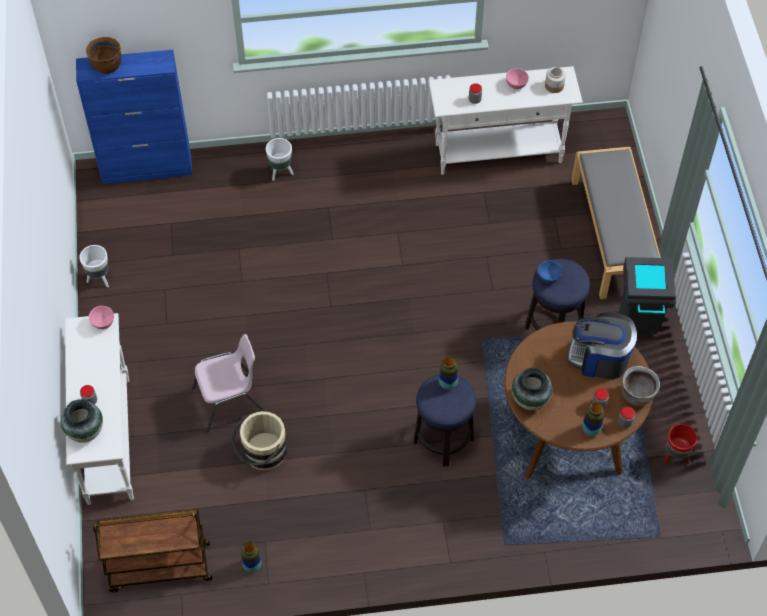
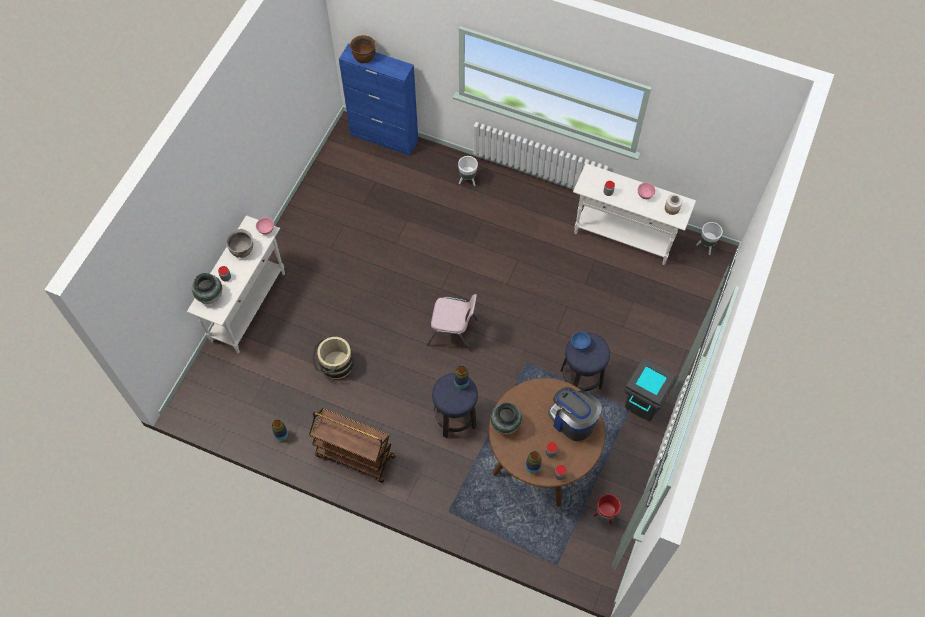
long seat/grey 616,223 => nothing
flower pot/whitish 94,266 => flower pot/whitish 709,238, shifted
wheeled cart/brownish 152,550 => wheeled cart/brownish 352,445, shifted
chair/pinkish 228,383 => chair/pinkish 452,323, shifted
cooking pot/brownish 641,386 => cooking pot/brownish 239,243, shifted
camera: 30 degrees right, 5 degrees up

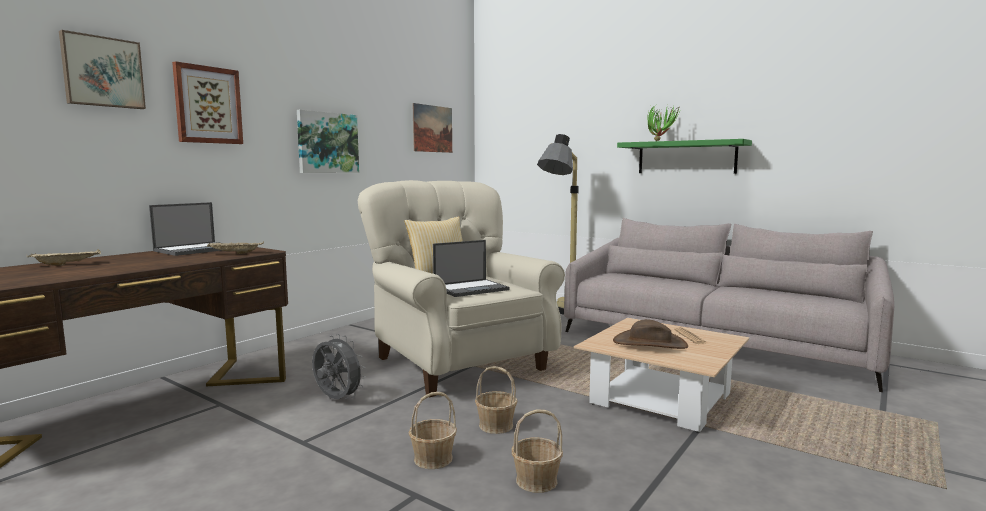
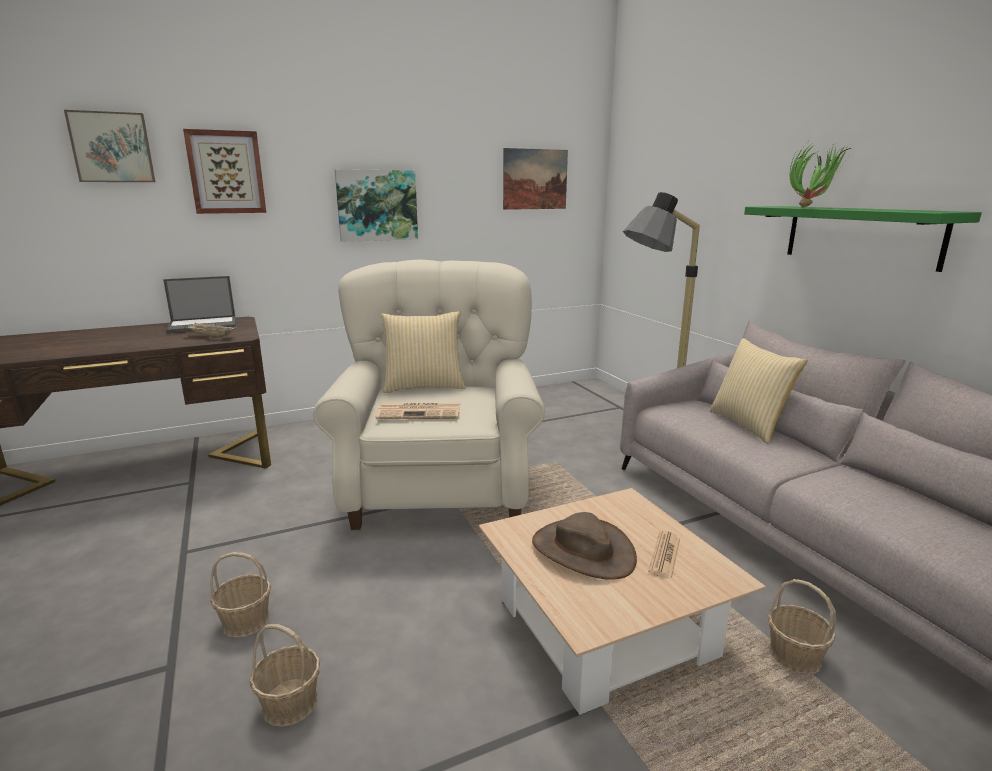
carrying tray/beige-coloured 64,257 => nothing
cooling fan/grey 339,366 => nothing
nothing => cushion 759,391
household basket 496,400 => household basket 802,627, shifted
portable computer 471,268 => printed paper 417,411
camera: 30 degrees right, 10 degrees up

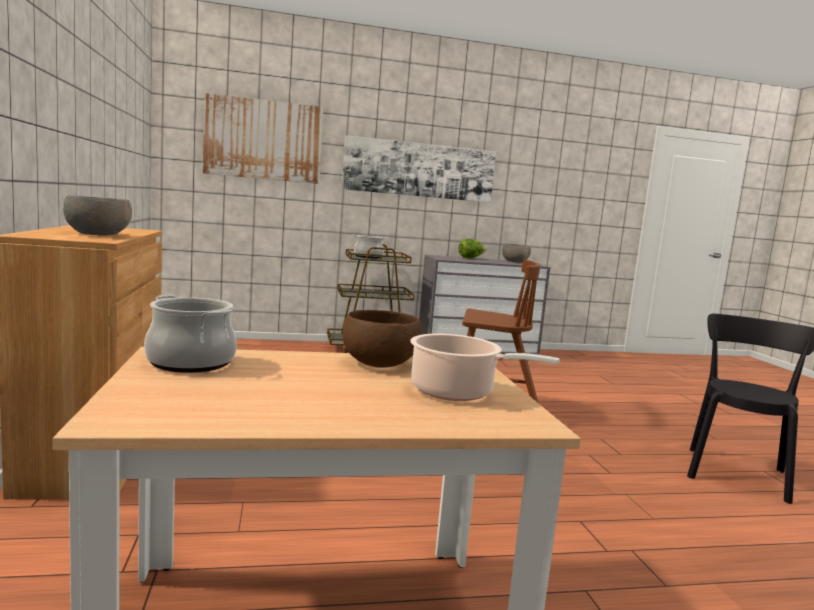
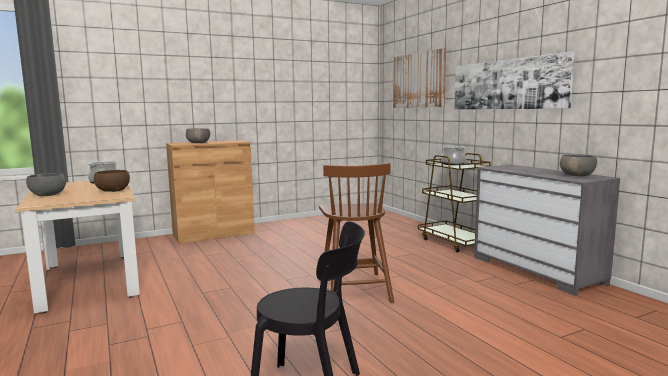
cooking pot 485,367 => nothing
head of lettuce 473,248 => nothing
nothing => serving bowl/grey 46,184
camera: 75 degrees right, 0 degrees up

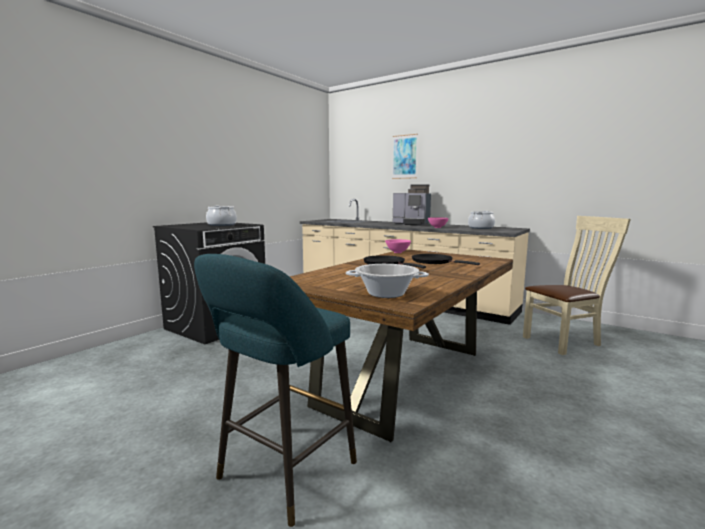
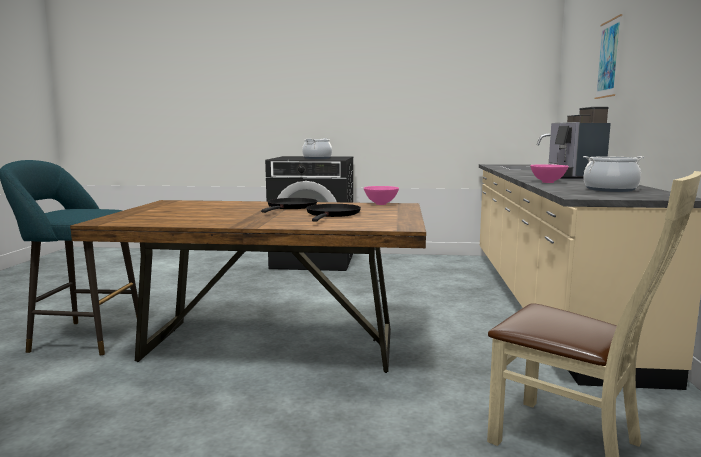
cooking pot 387,281 => nothing
camera: 60 degrees right, 0 degrees up

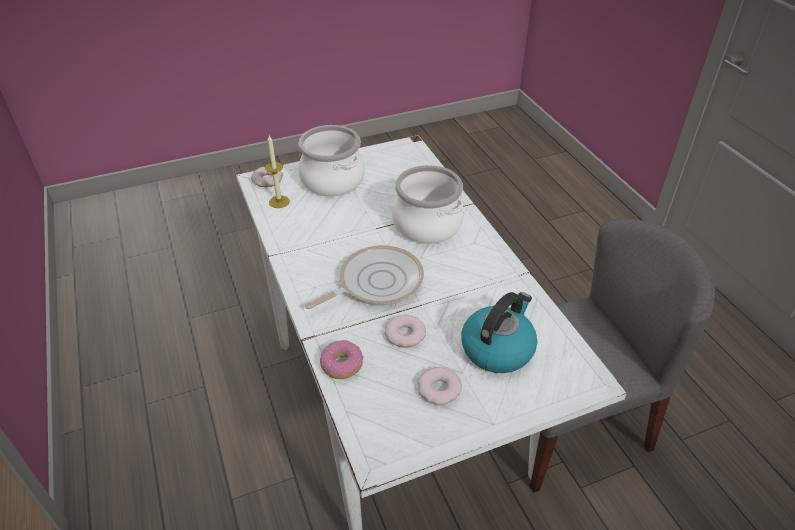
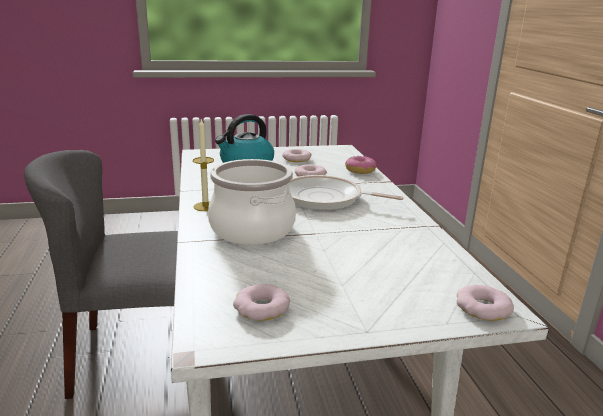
cooking pot 331,160 => nothing
nothing => ring doughnut 261,302
wax light 277,171 => wax light 203,165, shifted
pan 364,277 => pan 346,192, 45 degrees clockwise
camera: 170 degrees left, 20 degrees down

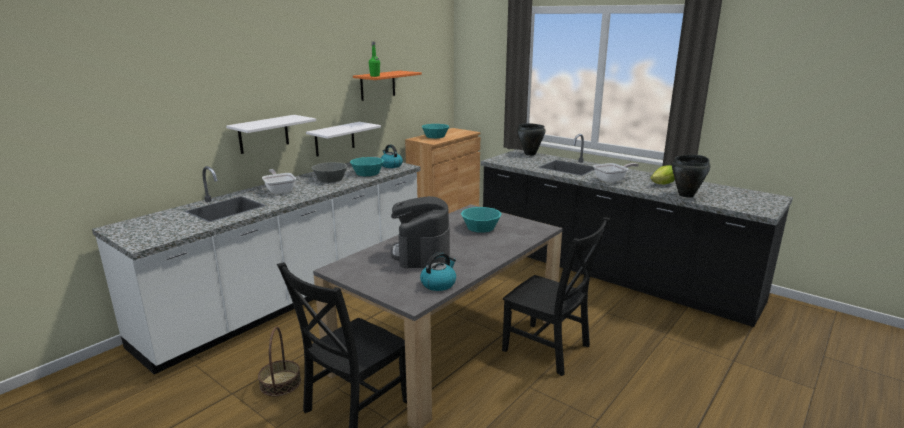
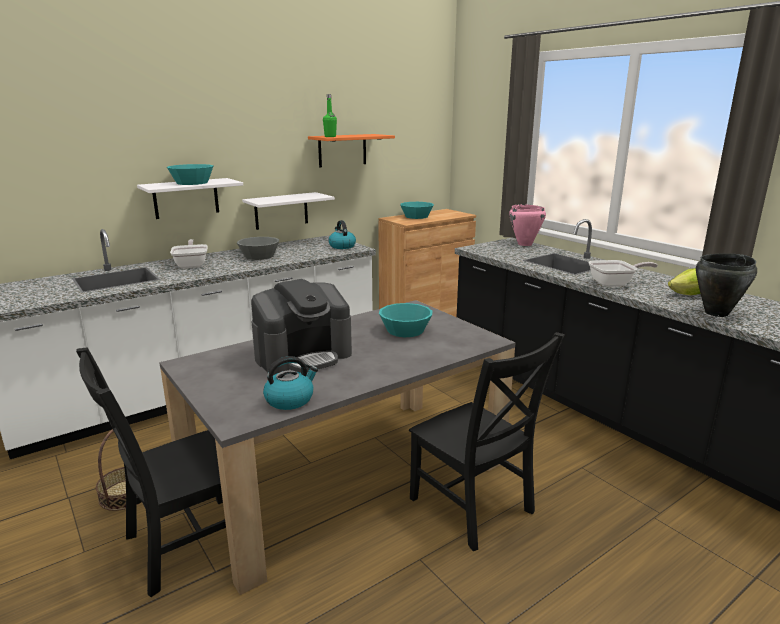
serving bowl/turquoise 367,166 => serving bowl/turquoise 190,174, shifted
cooking pot/black-coloured 531,139 => cooking pot/pinkish 527,225
coffee brewer 420,232 => coffee brewer 301,327, 135 degrees counterclockwise
camera: 15 degrees right, 0 degrees up

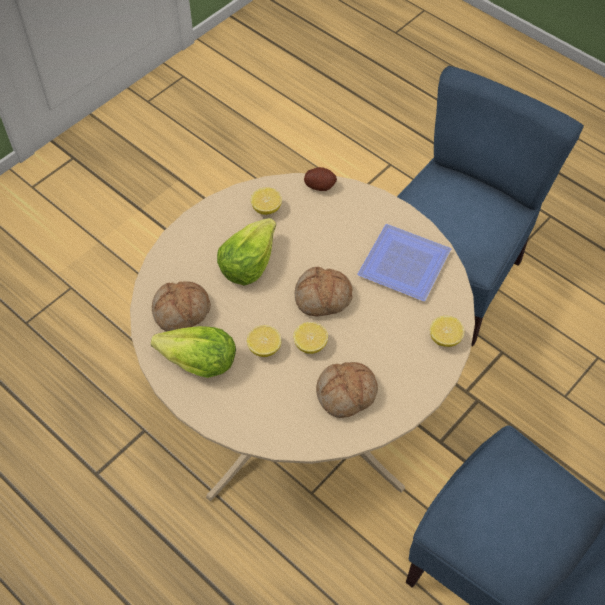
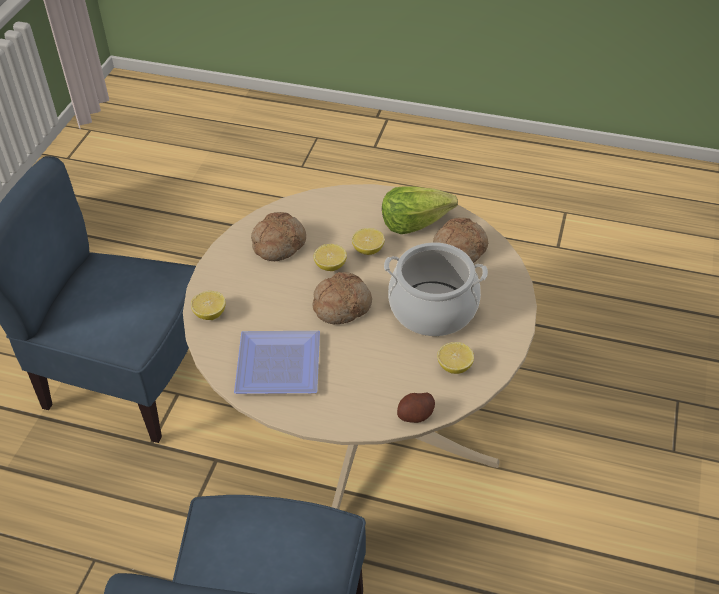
head of lettuce 246,252 => cooking pot 436,289
camera: 155 degrees right, 10 degrees down

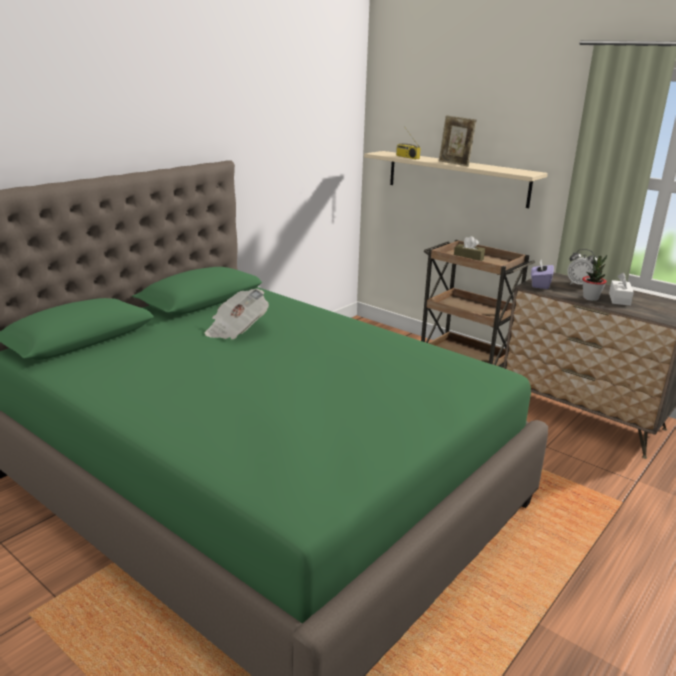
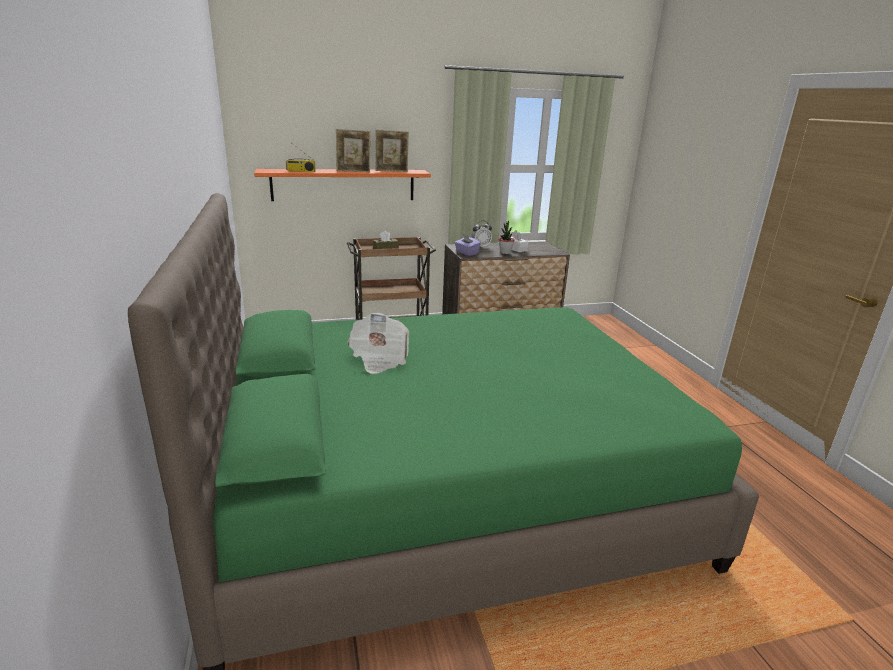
nothing => picture frame 392,151
bracket shelf/beige-coloured 456,179 => bracket shelf/orange-coloured 342,185
camera: 55 degrees left, 0 degrees up

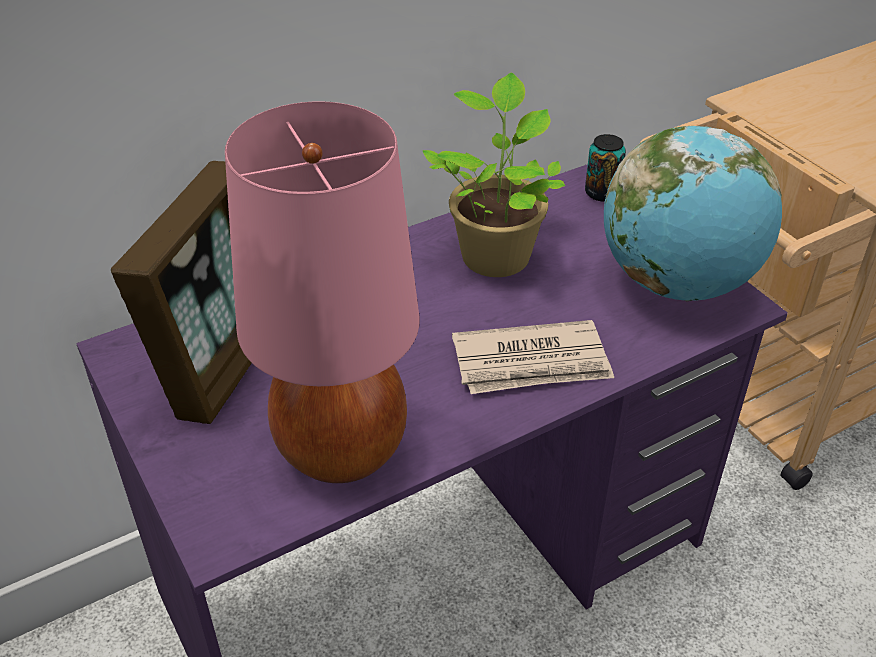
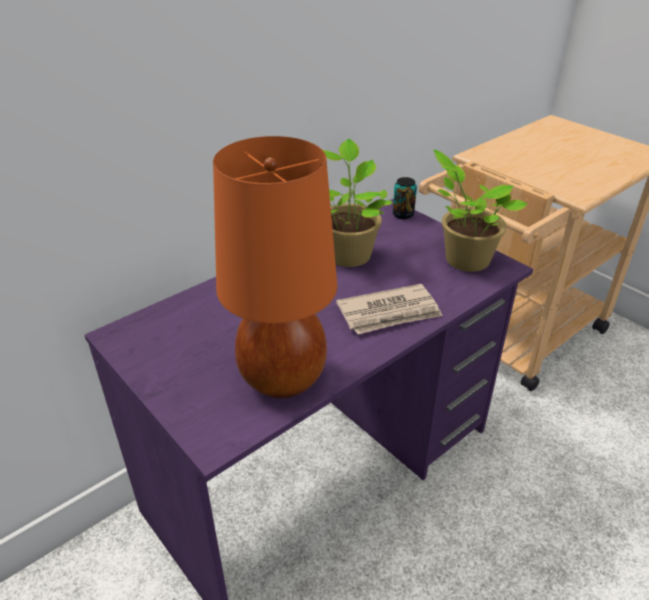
picture frame 181,292 => nothing
desk globe 693,213 => houseplant 480,211
tabletop lamp/pinkish 322,292 => tabletop lamp/orange-coloured 275,267
camera: 10 degrees left, 5 degrees down

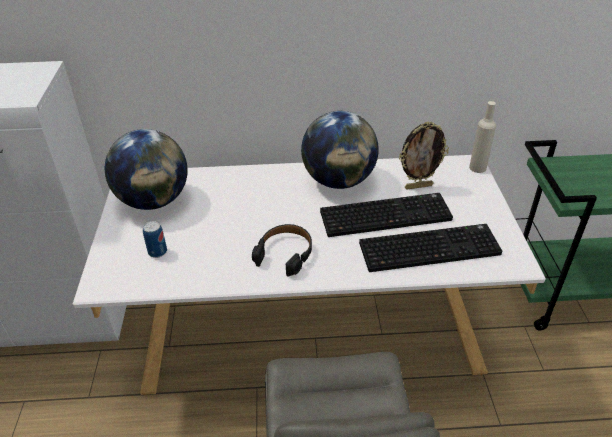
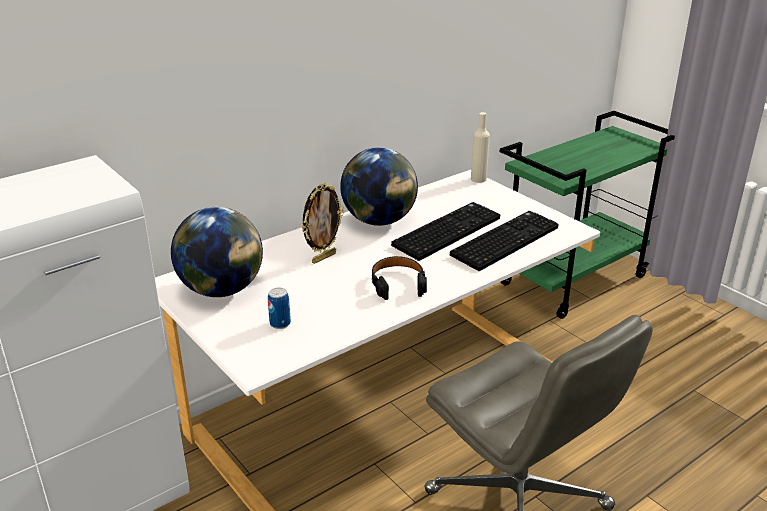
picture frame 424,155 => picture frame 323,223, shifted
camera: 35 degrees left, 10 degrees down

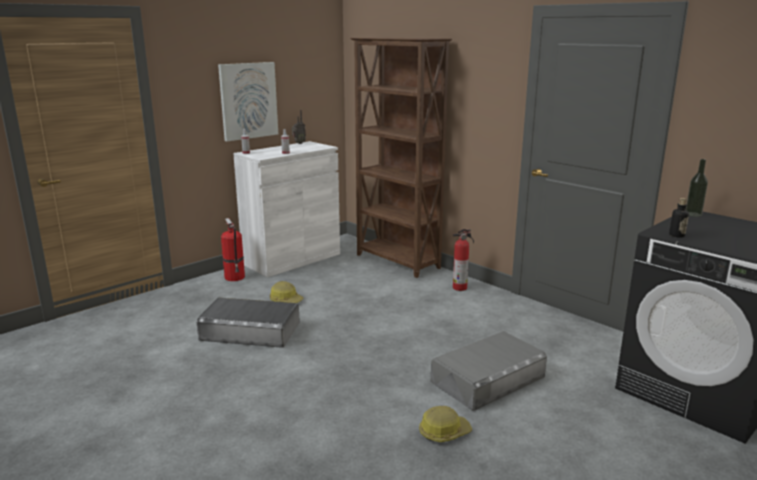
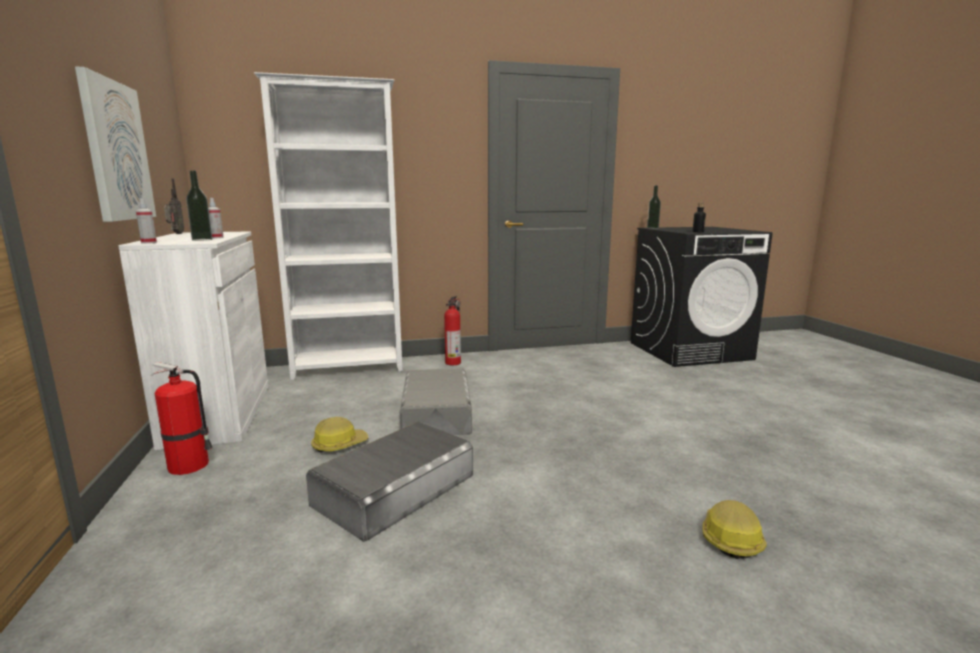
nothing => beverage bottle 199,205
safety helmet 445,424 => safety helmet 734,529, shifted
storage container/grey 489,371 => storage container/grey 436,401, shifted
bookcase/brownish 401,157 => bookcase/whitish 328,226
camera: 60 degrees left, 5 degrees down

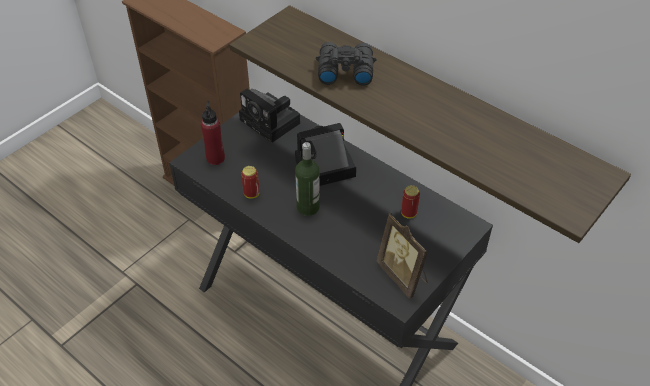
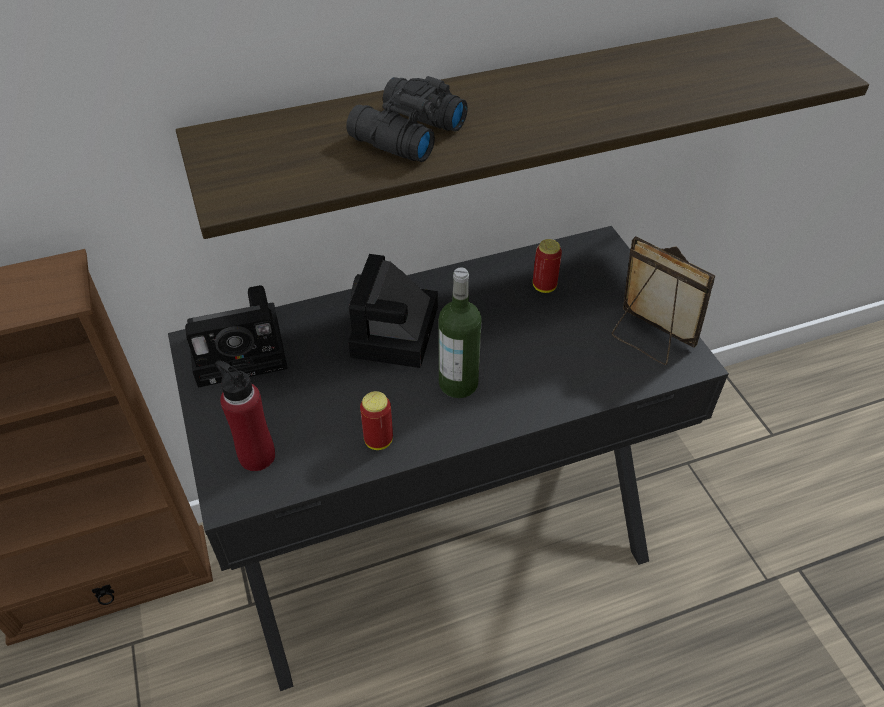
picture frame 402,256 => picture frame 663,300, 135 degrees counterclockwise
camera: 60 degrees left, 0 degrees up

